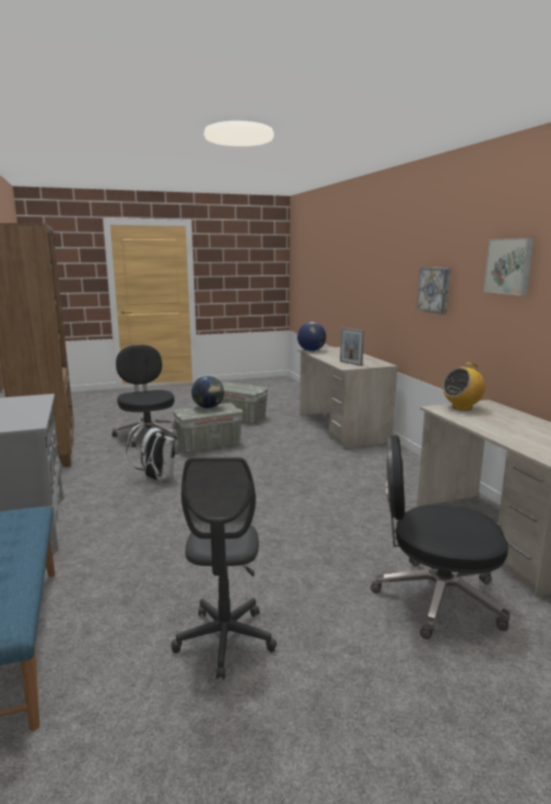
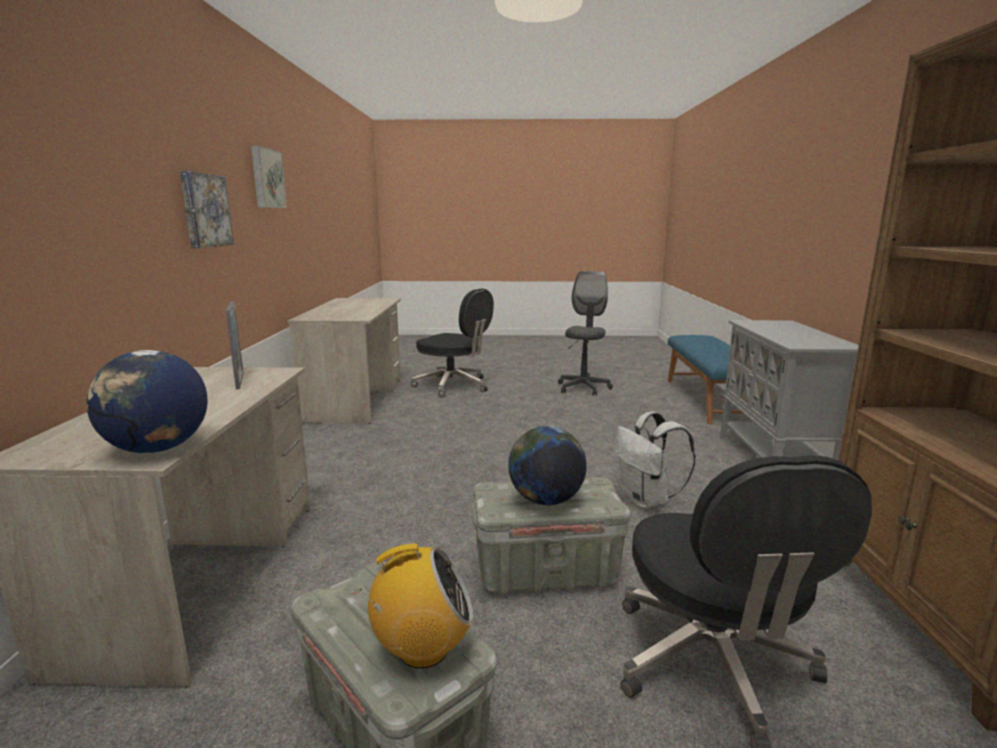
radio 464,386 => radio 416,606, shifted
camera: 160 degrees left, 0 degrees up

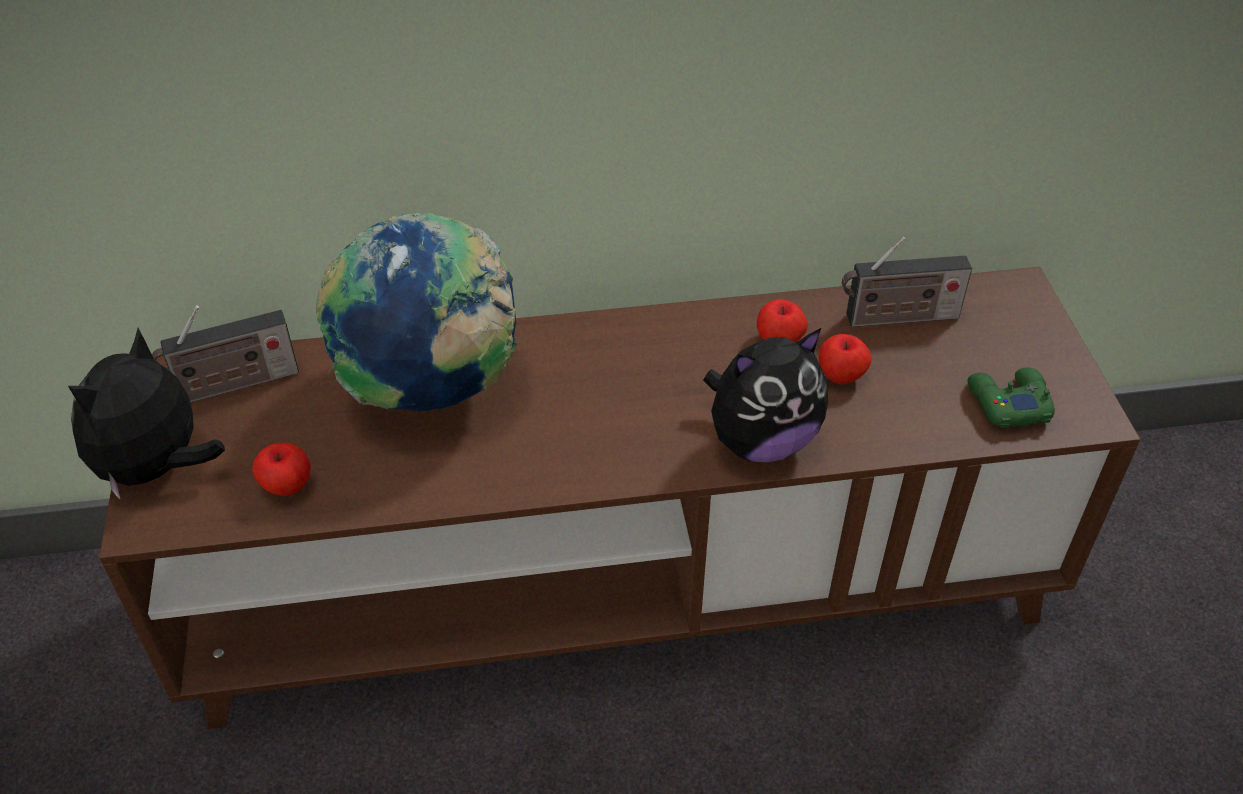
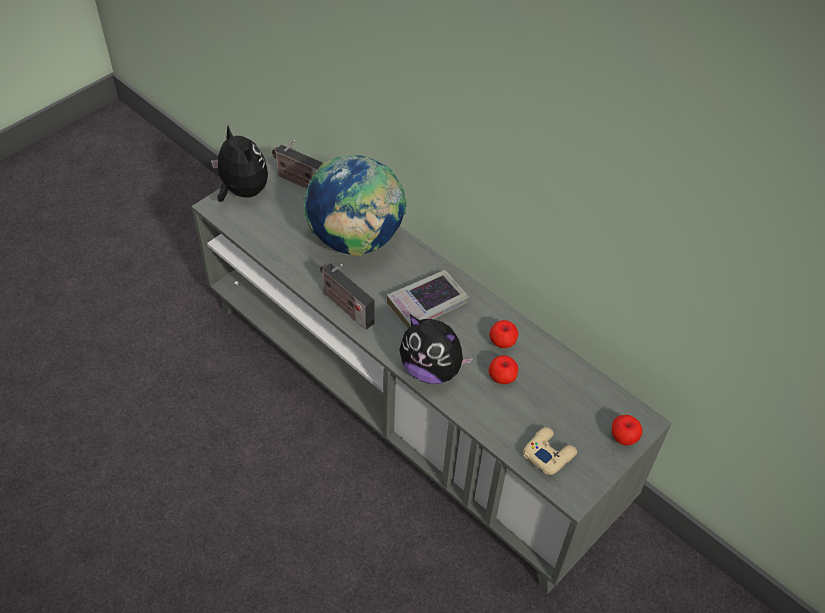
nothing => bound book 428,299
apple fruit 281,469 => apple fruit 627,430, shifted
radio 907,282 => radio 347,296, shifted
tv stand/brownish 619,498 => tv stand/grey 431,370
gamepad/greenish 1011,397 => gamepad/beige-coloured 550,451
soft toy 146,414 => soft toy 239,164, 60 degrees clockwise
camera: 50 degrees right, 5 degrees up

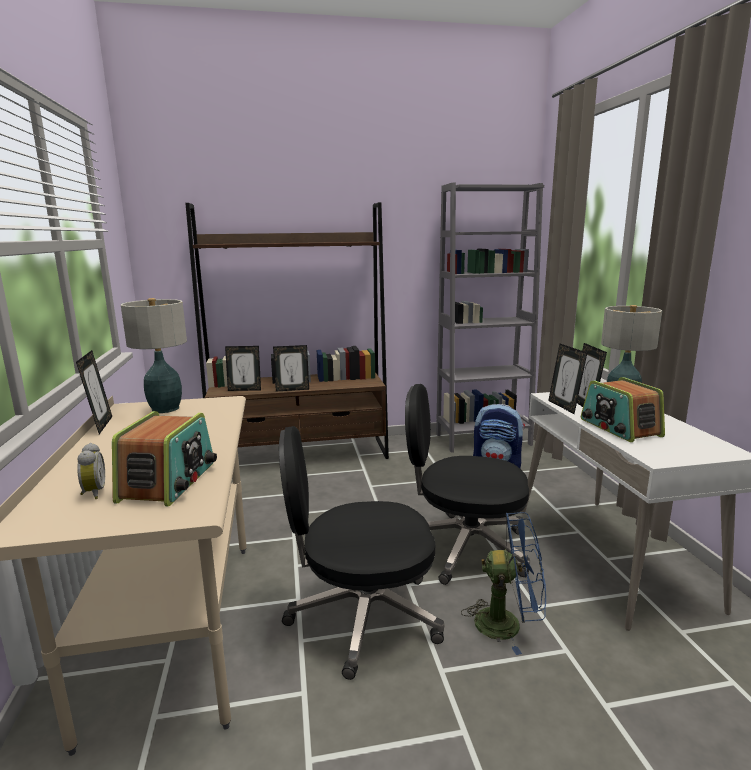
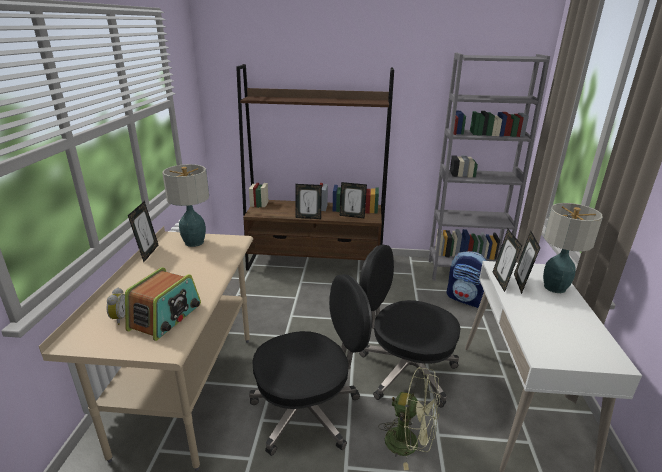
radio 623,409 => nothing
picture frame 243,368 => picture frame 353,200, shifted
cooling fan/blue-coloured 503,583 => cooling fan/greenish 409,418
desk chair/black-coloured 361,553 => desk chair/black-coloured 310,365, 150 degrees clockwise
camera: 15 degrees right, 10 degrees up

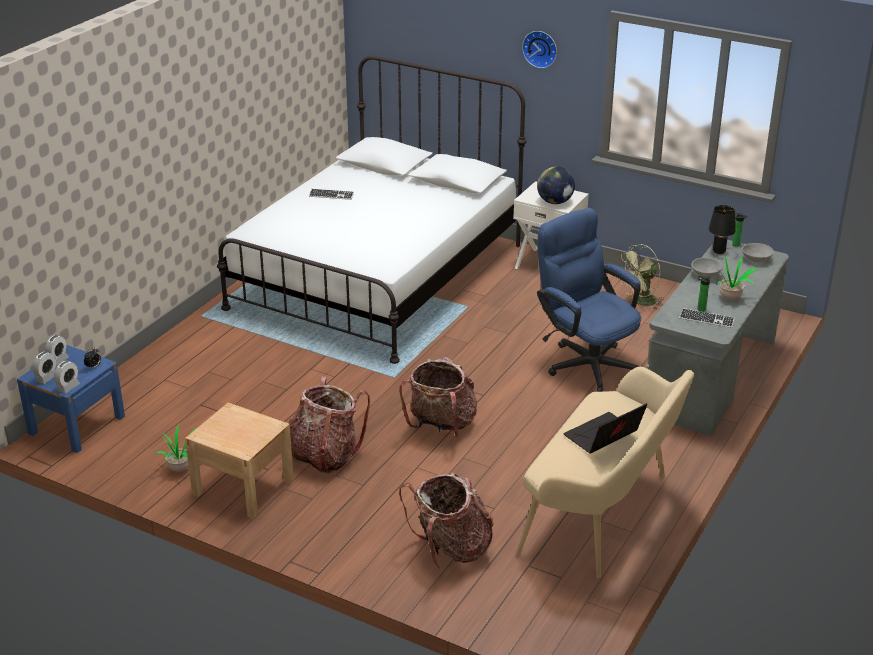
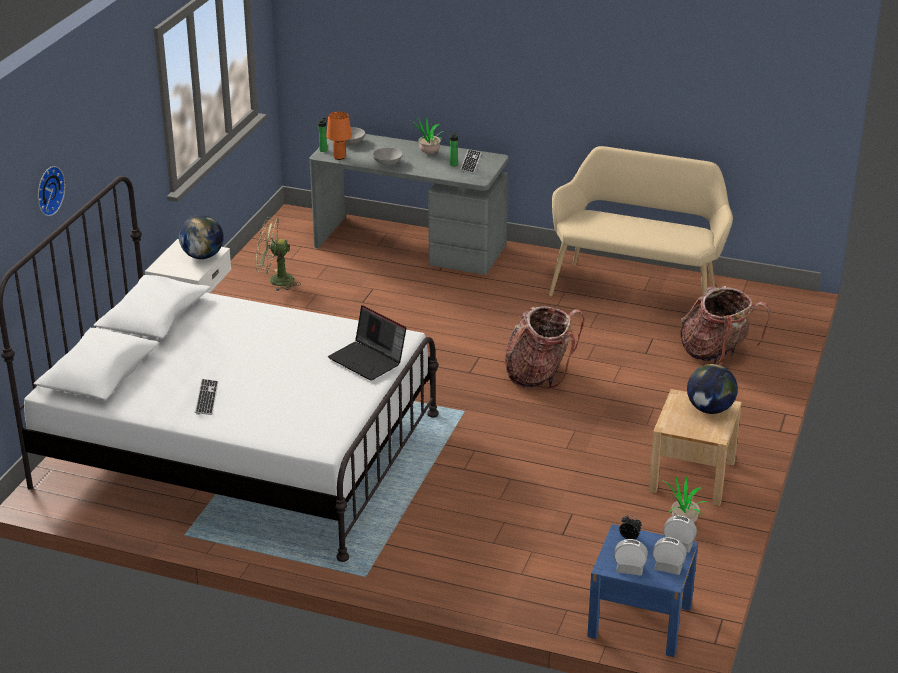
knapsack 329,425 => nothing
desk chair/blue-coloured 589,300 => nothing
nothing => desk globe 712,389
clock on the wall 539,49 => clock on the wall 51,191, shifted
portable computer 605,428 => portable computer 367,343, shifted
tabletop lamp/black-coloured 722,229 => tabletop lamp/orange-coloured 339,136
cooling fan/greenish 642,276 => cooling fan/greenish 278,254, 135 degrees clockwise
camera: 100 degrees left, 0 degrees up

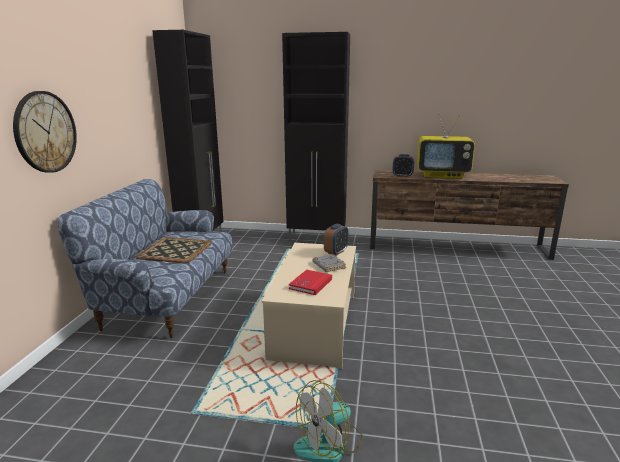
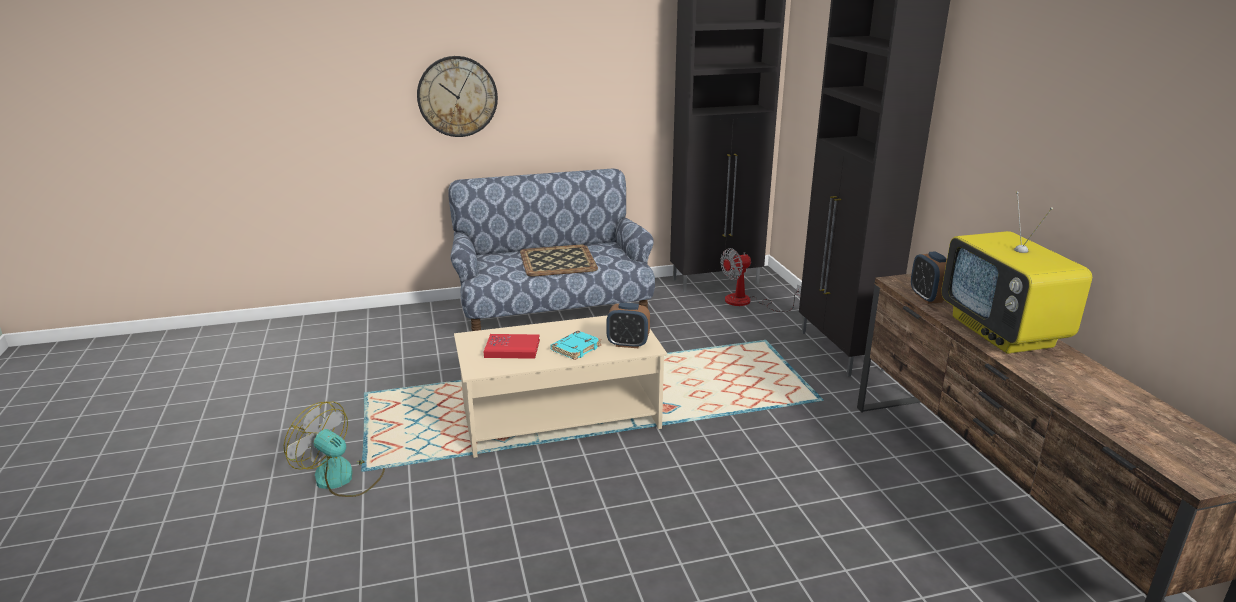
nothing => cooling fan 760,280
bound book/grey 329,263 => bound book/turquoise 576,345
camera: 65 degrees right, 5 degrees up

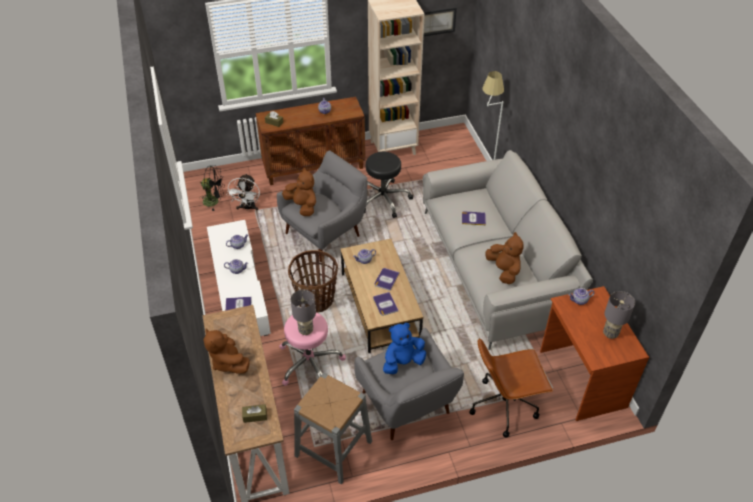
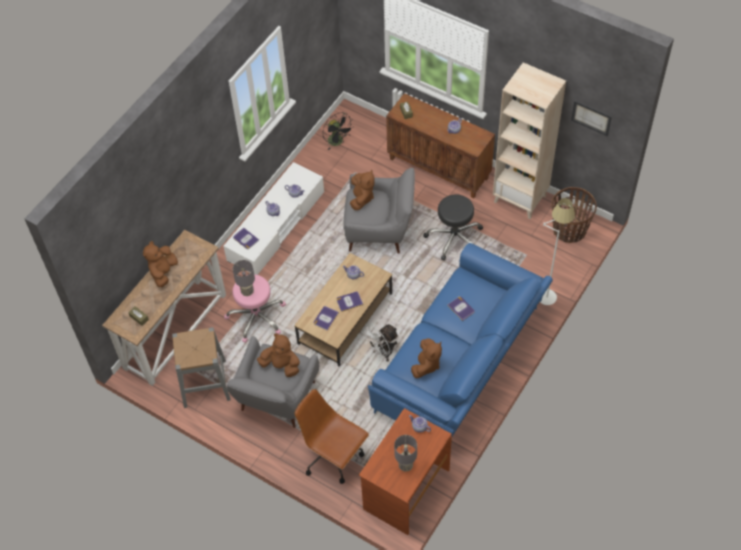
cooling fan/whitish 243,191 => cooling fan/whitish 381,343, shifted
household basket 313,281 => household basket 574,215, shifted
soft toy/blue-coloured 404,348 => soft toy/brownish 278,355
couch/grey 508,250 => couch/blue-coloured 460,339
camera: 50 degrees right, 10 degrees up

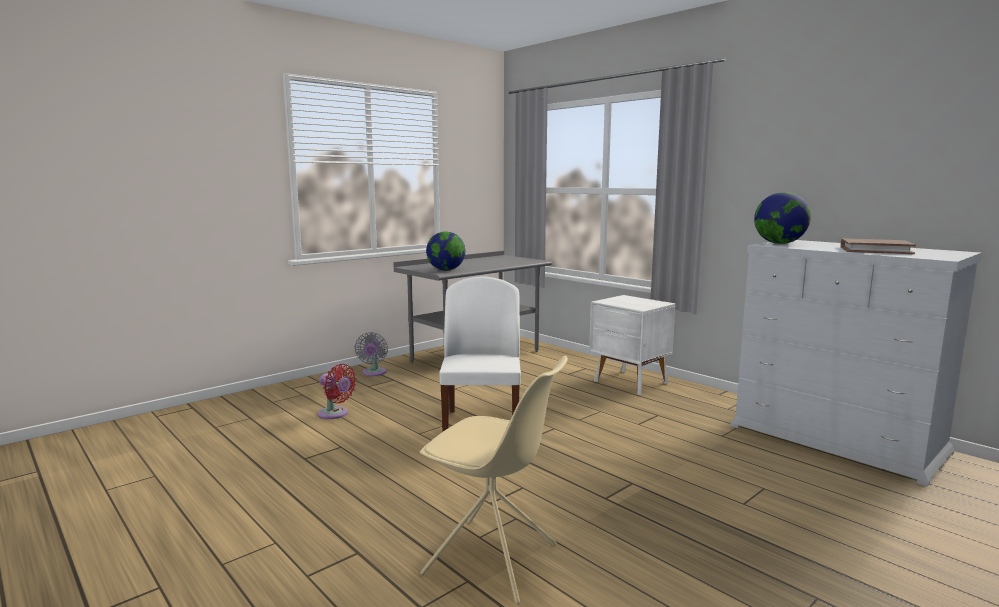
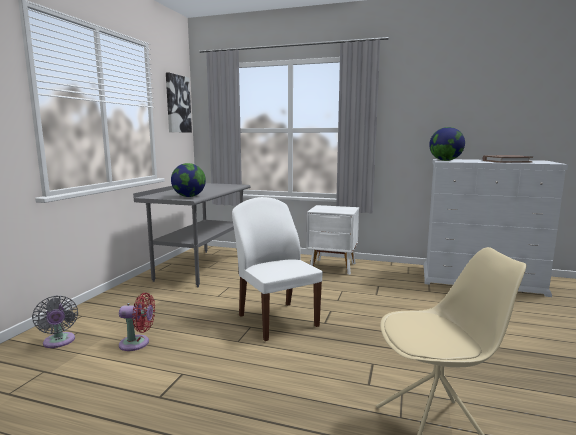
nothing => picture 179,102
cooling fan/grey 371,354 => cooling fan/grey 55,321, shifted
camera: 30 degrees left, 0 degrees up

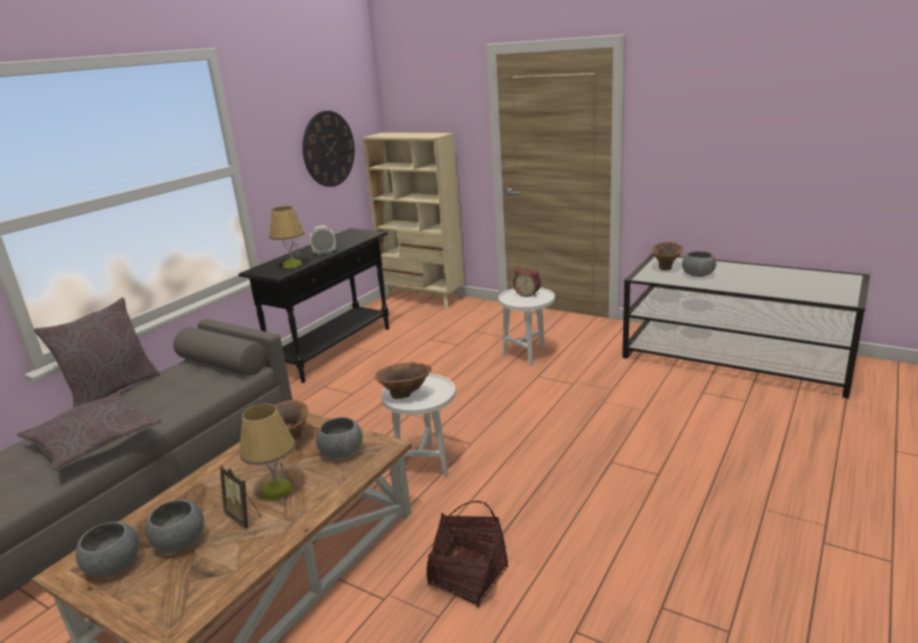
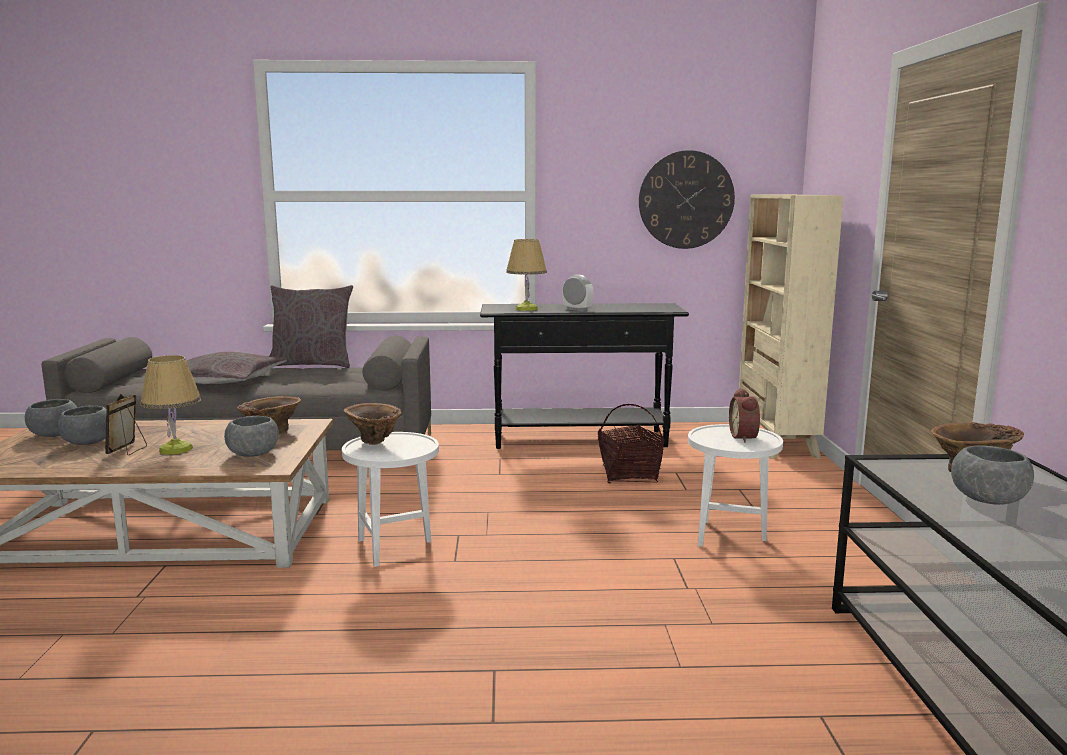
household basket 467,554 => household basket 631,443, shifted
camera: 55 degrees right, 10 degrees down

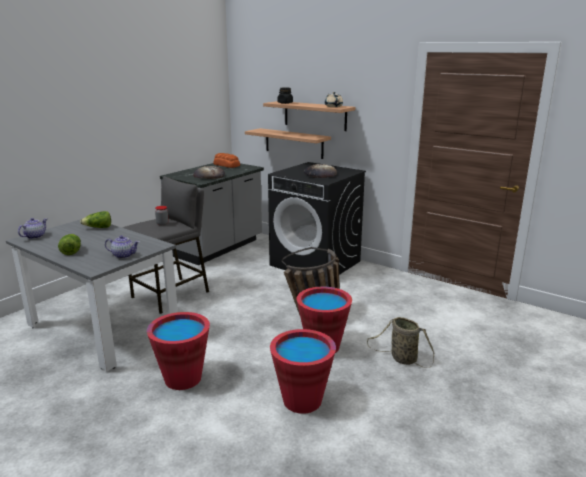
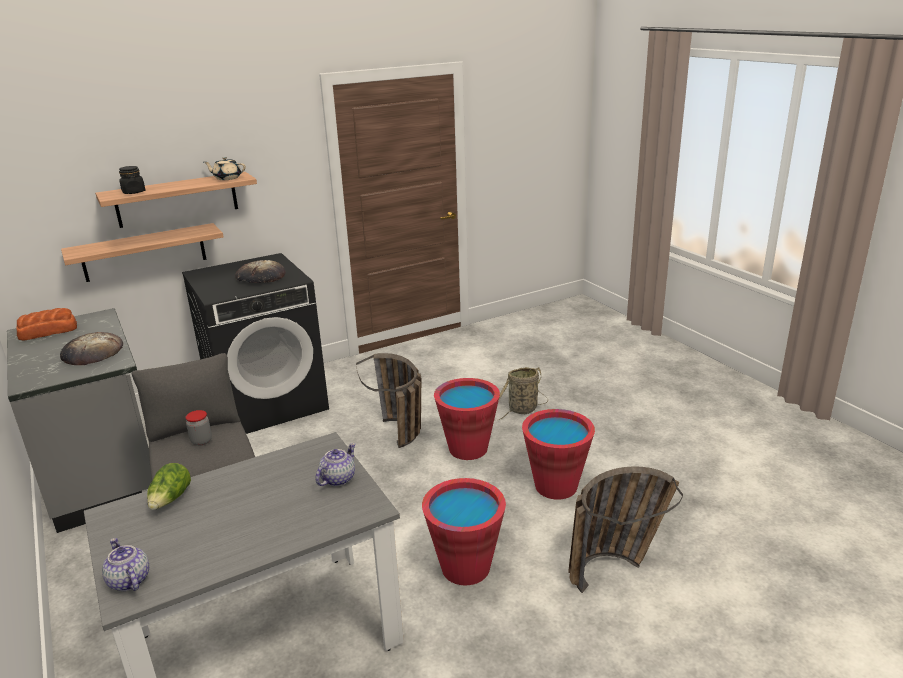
head of lettuce 69,244 => nothing
nothing => household basket 625,529
camera: 65 degrees left, 5 degrees up

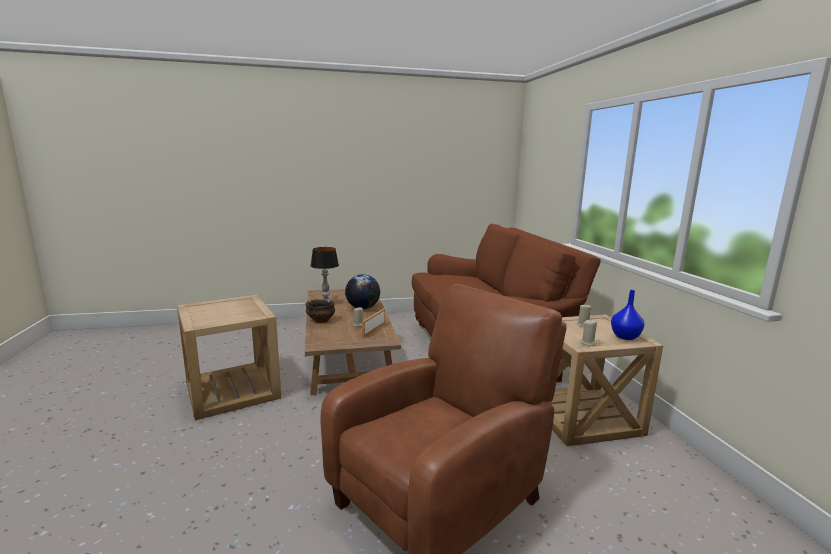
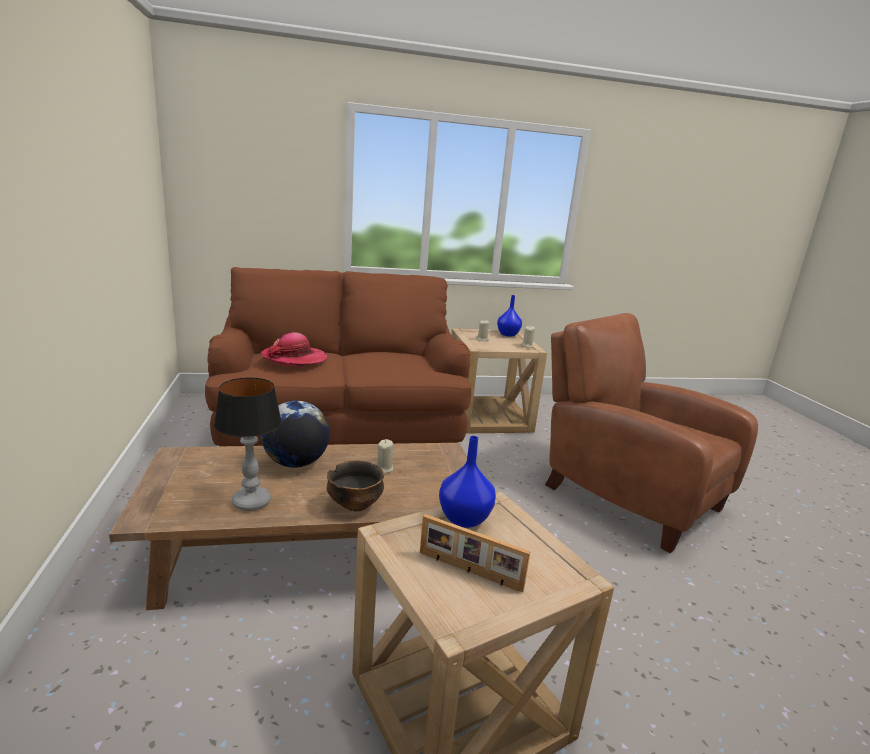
nothing => wearable hat 294,349
nothing => vase/blue-coloured 467,482
picture frame 373,323 => picture frame 475,553, shifted
camera: 90 degrees left, 5 degrees up

